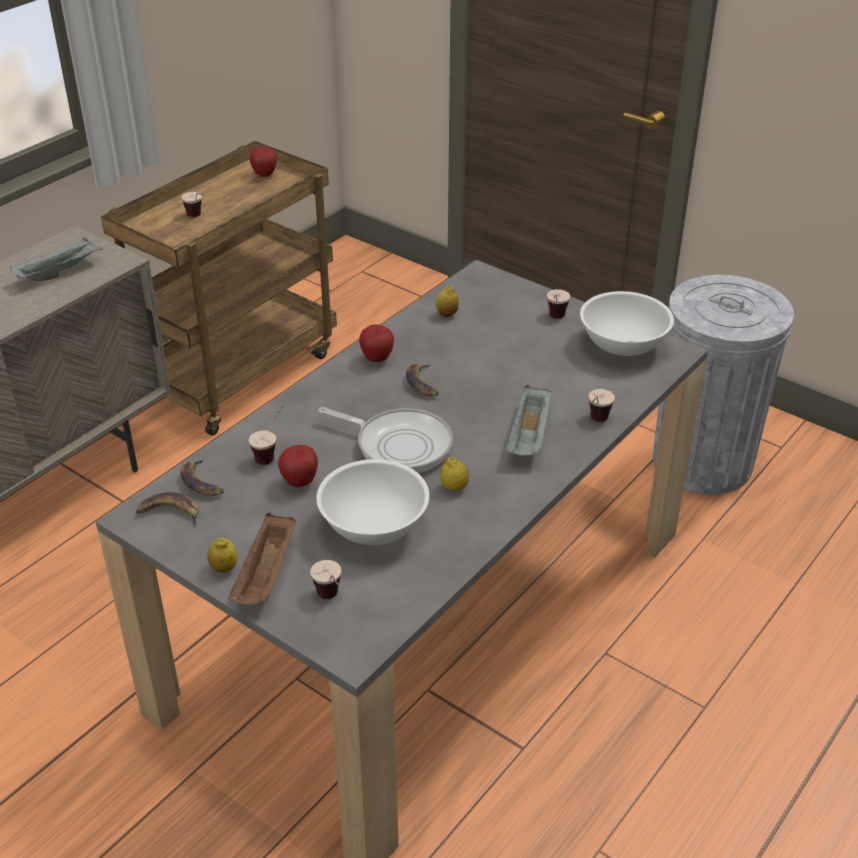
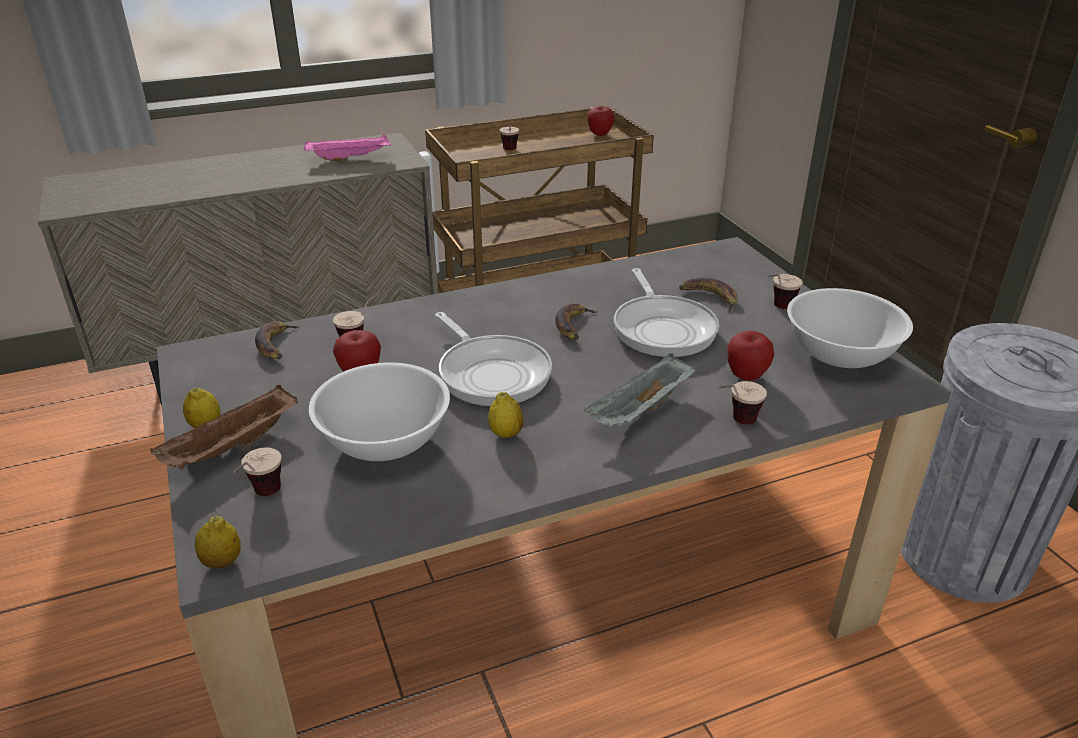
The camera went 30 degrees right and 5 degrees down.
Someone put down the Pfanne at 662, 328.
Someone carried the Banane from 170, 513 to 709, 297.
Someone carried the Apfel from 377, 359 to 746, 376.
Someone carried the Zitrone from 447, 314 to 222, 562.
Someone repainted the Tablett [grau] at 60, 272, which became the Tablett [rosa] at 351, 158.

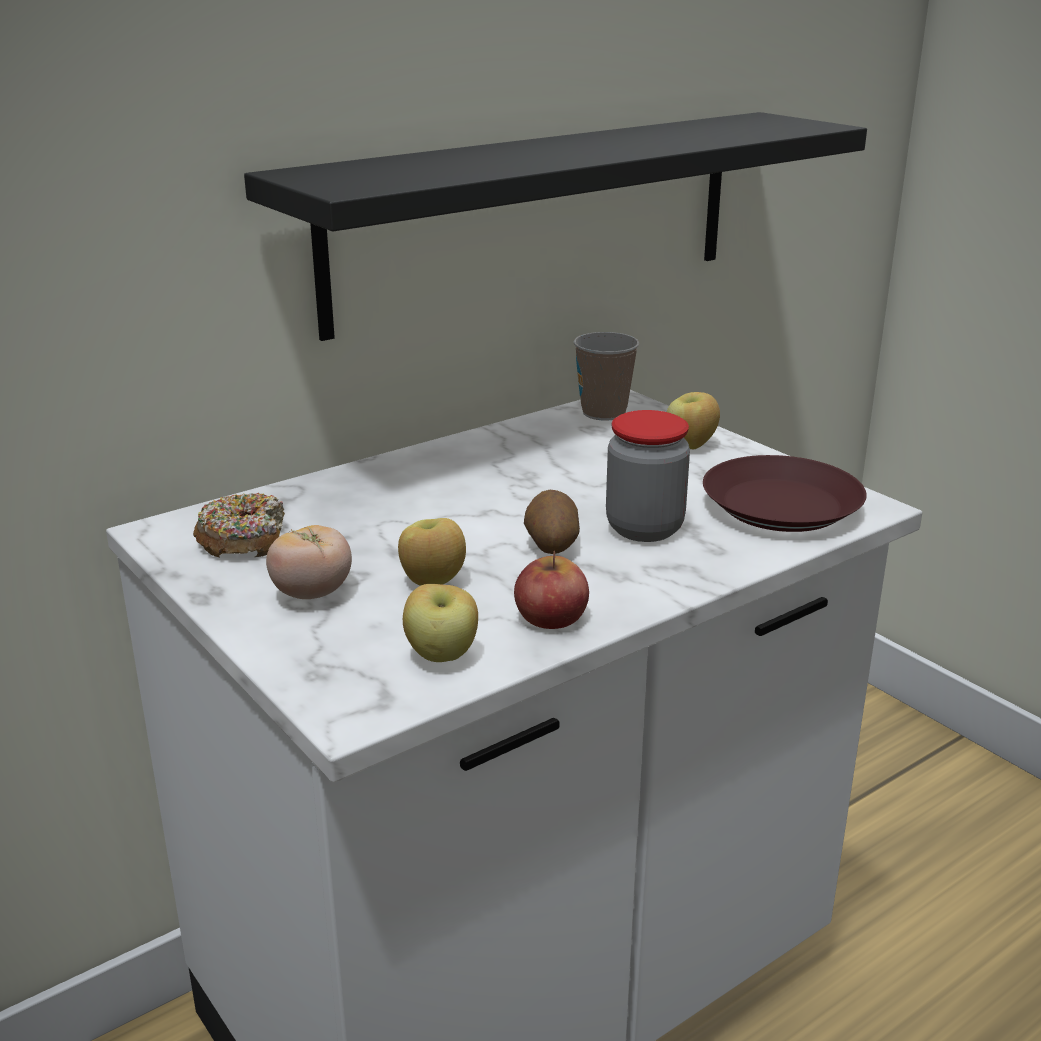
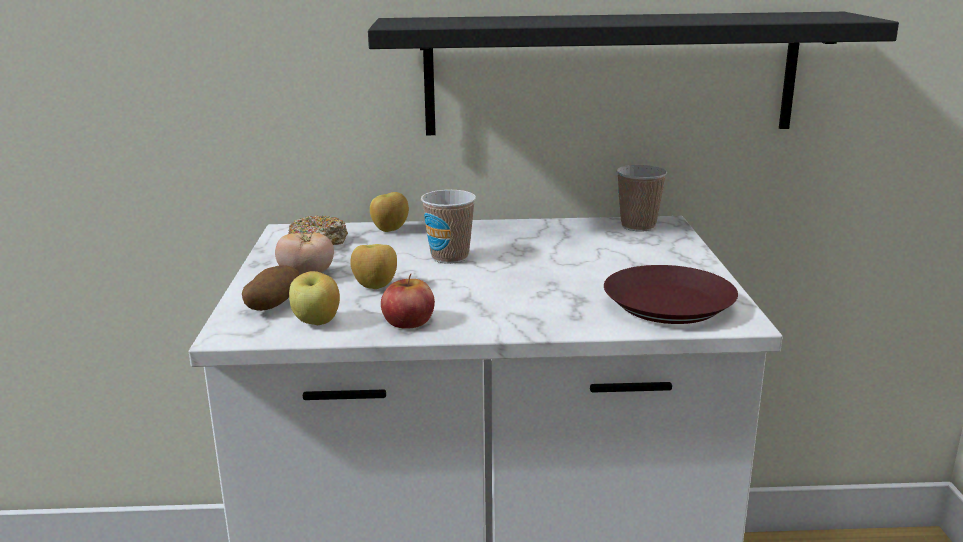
The camera went 35 degrees right and 5 degrees down.
Someone took away the Vorratsglas at 644, 528.
Someone put down the Tasse at 449, 257.
Someone carried the Kartoffel from 551, 546 to 272, 307.
Someone carried the Apfel from 691, 445 to 389, 230.

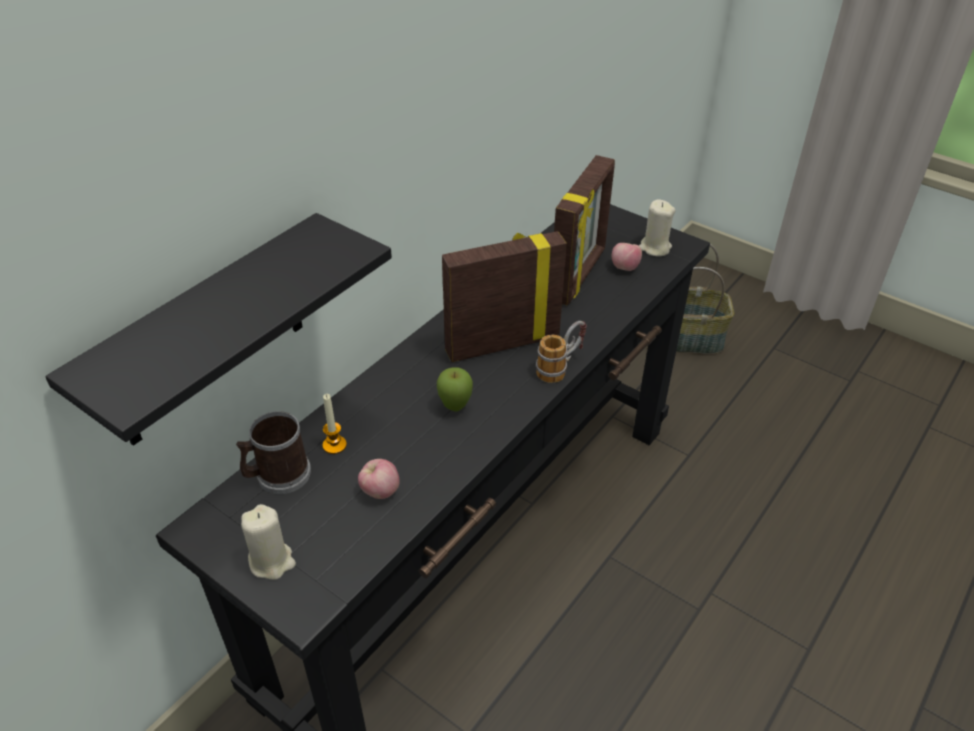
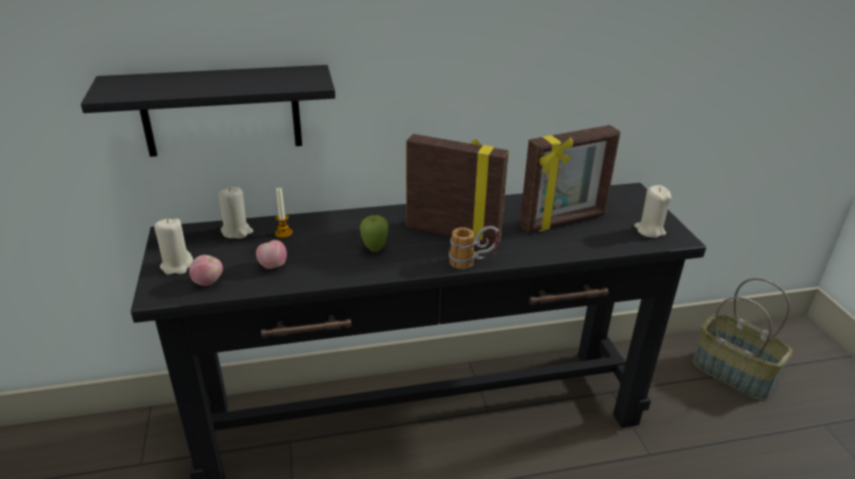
The camera went 40 degrees right and 10 degrees down.
Someone carried the Apfel from 625, 267 to 208, 282.
Someone swapped the Henkelbecher at 278, 475 for the Kerze [beige] at 237, 231.

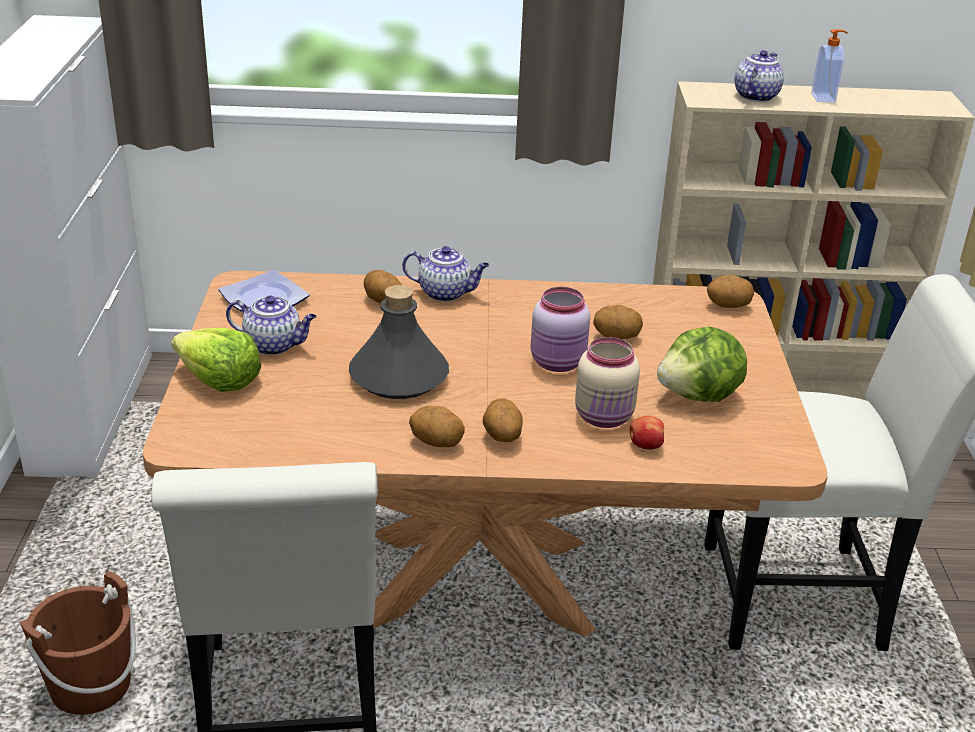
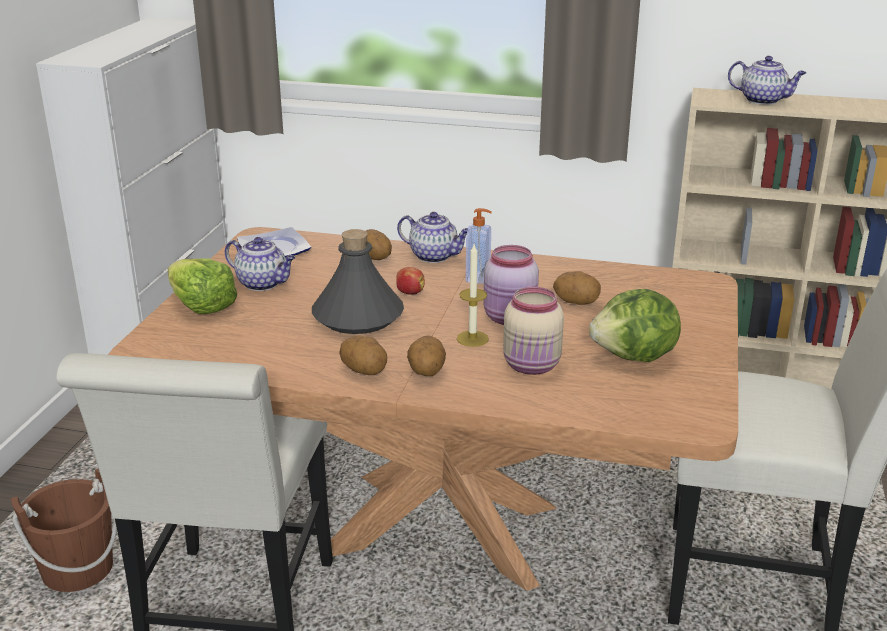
The camera went 15 degrees right and 5 degrees down.
Someone took away the Kartoffel at 728, 306.
Someone put down the Kerze at 472, 338.
Someone carried the Apfel from 645, 446 to 409, 293.
Someone carried the Seifenspender from 824, 98 to 479, 277.
Someone rotated the Teekanne at 756, 96 by 75 degrees clockwise.

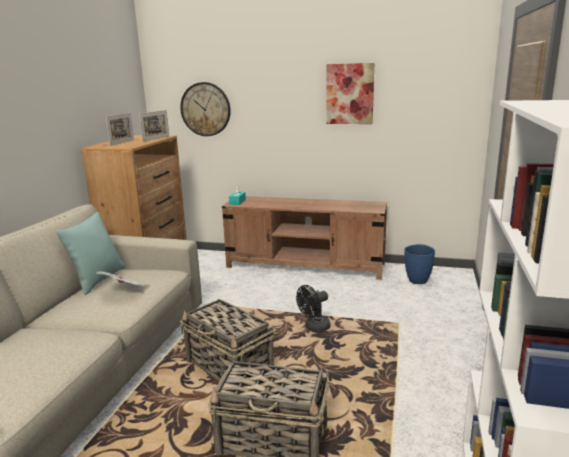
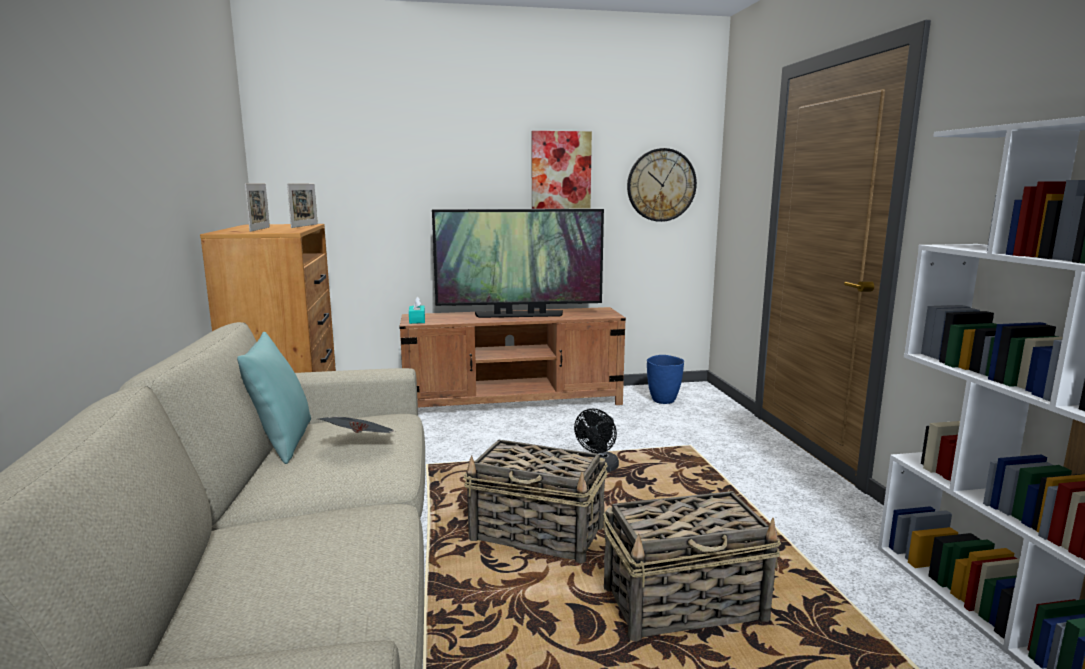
The camera went 25 degrees left and 5 degrees down.
Someone put down the Fernseher at 519, 315.
Someone carried the Wanduhr from 205, 109 to 661, 185.

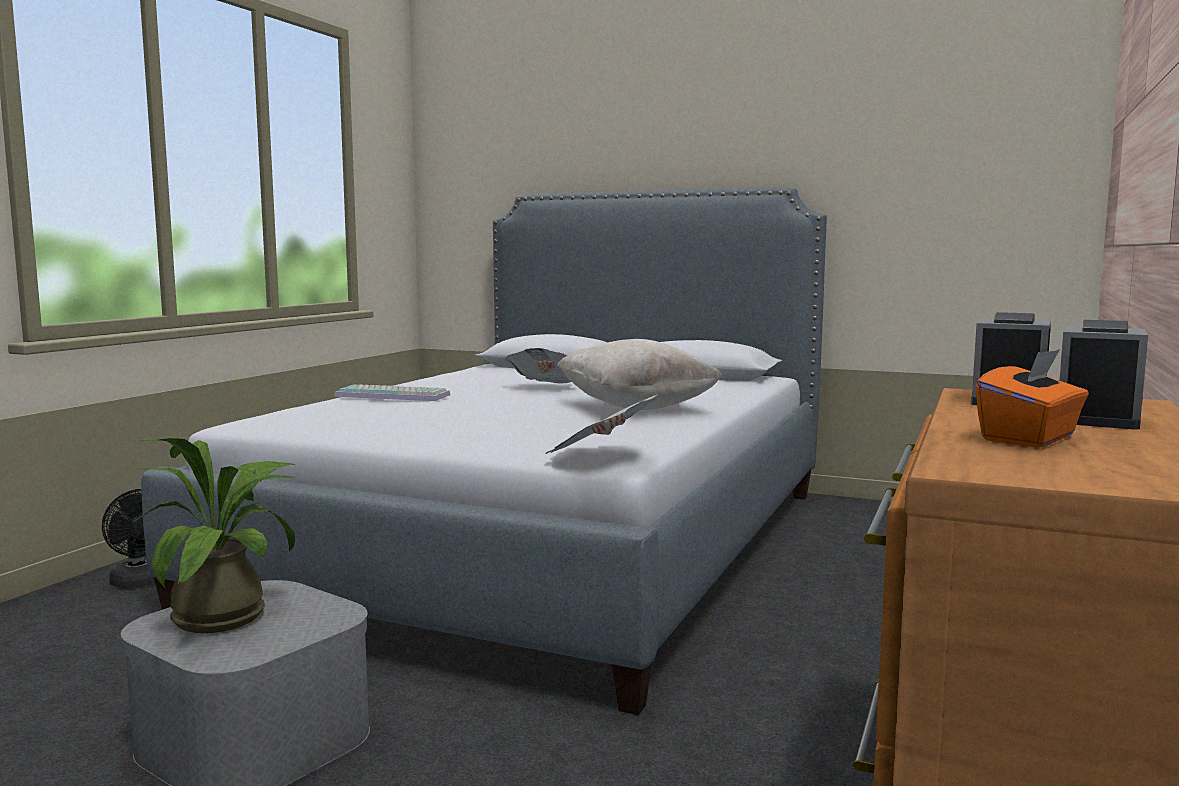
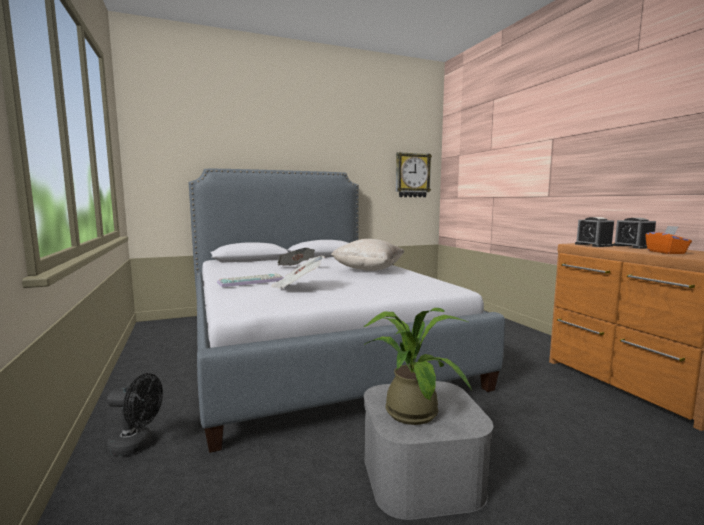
The camera went 45 degrees left and 0 degrees up.
Someone put up the Wanduhr at 412, 175.
Someone carried the Zeitung from 601, 456 to 297, 286.

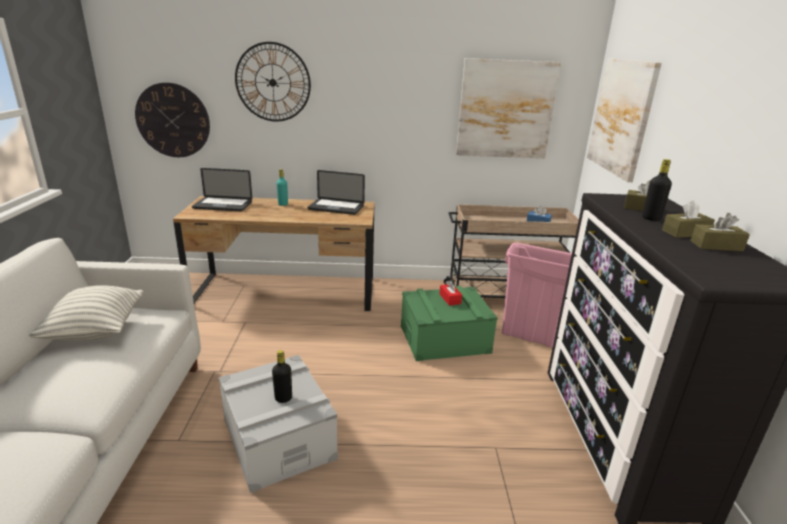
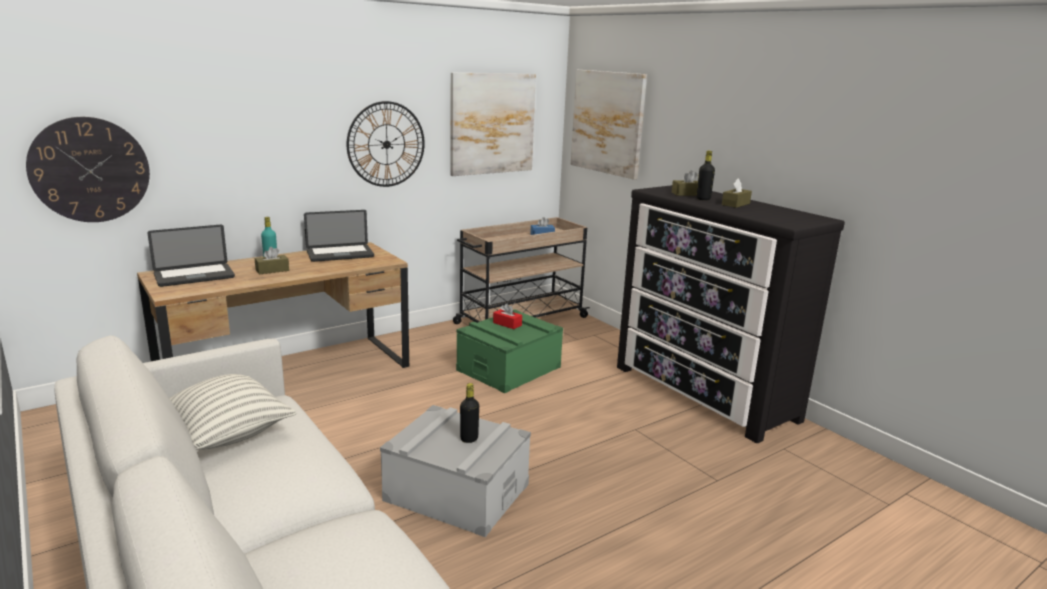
The camera went 35 degrees left and 5 degrees down.
Someone took away the Mülleimer [rosa] at 529, 336.
Someone carried the Wanduhr from 273, 82 to 386, 144.
Someone carried the Taschentuchbox [braun] from 716, 246 to 272, 270.

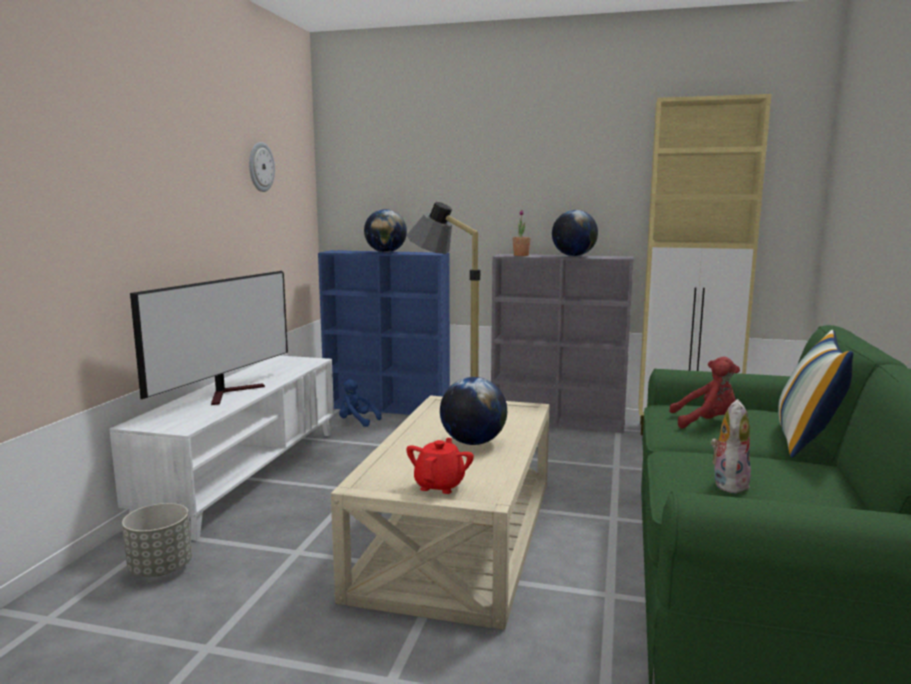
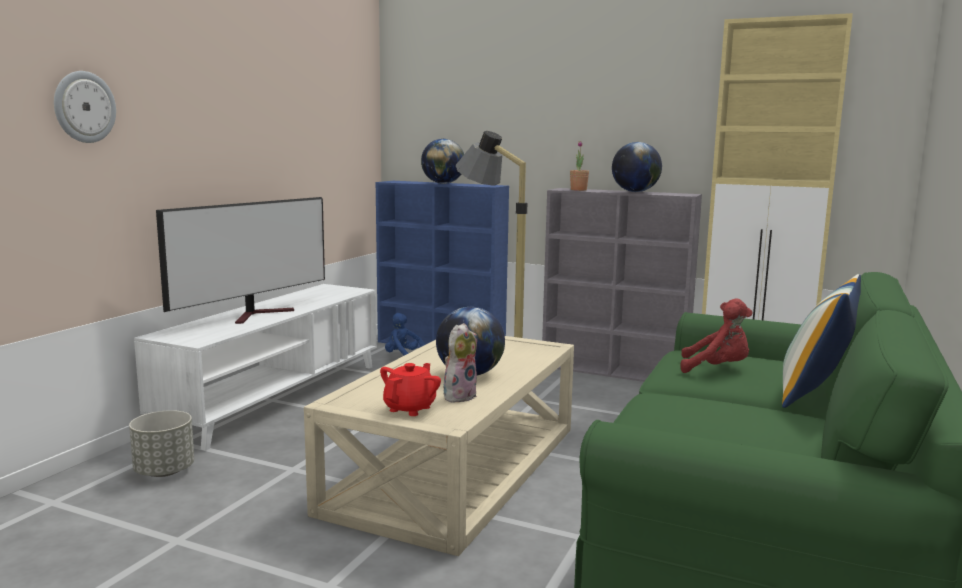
The camera went 10 degrees right and 0 degrees up.
Someone carried the Wanduhr from 260, 167 to 84, 107.
Someone carried the Plüschtier from 728, 483 to 459, 396.

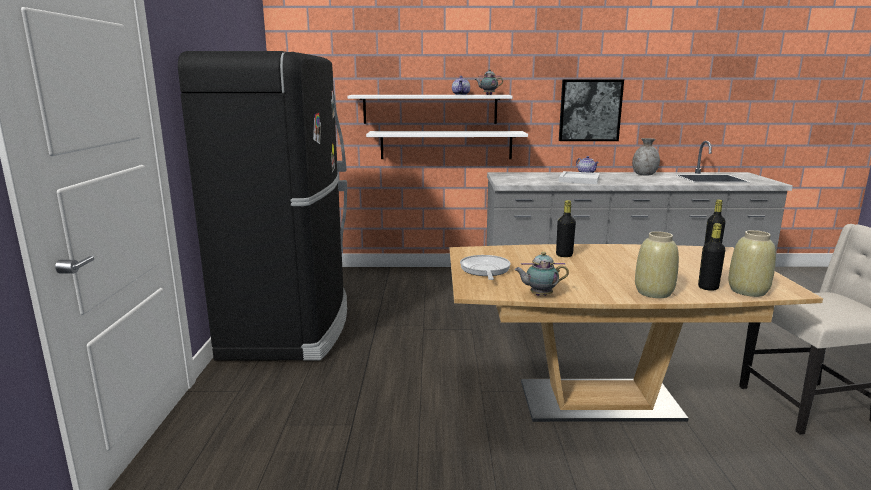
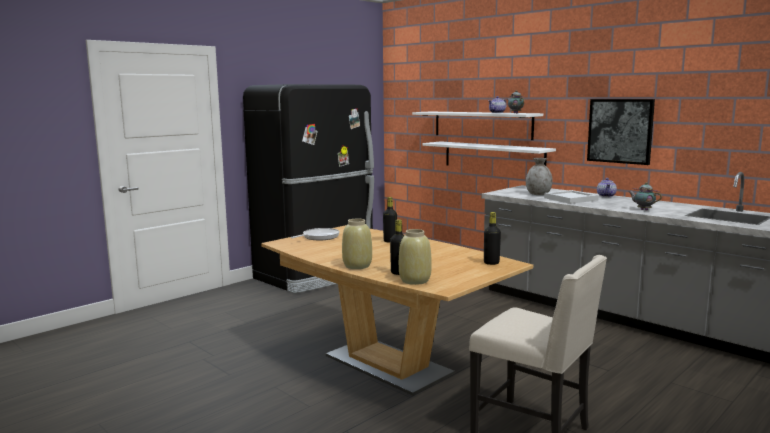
The camera went 45 degrees right and 5 degrees down.
Someone carried the Teekanne from 539, 295 to 643, 210.
Someone carried the Vase [grau] from 644, 174 to 538, 194.

